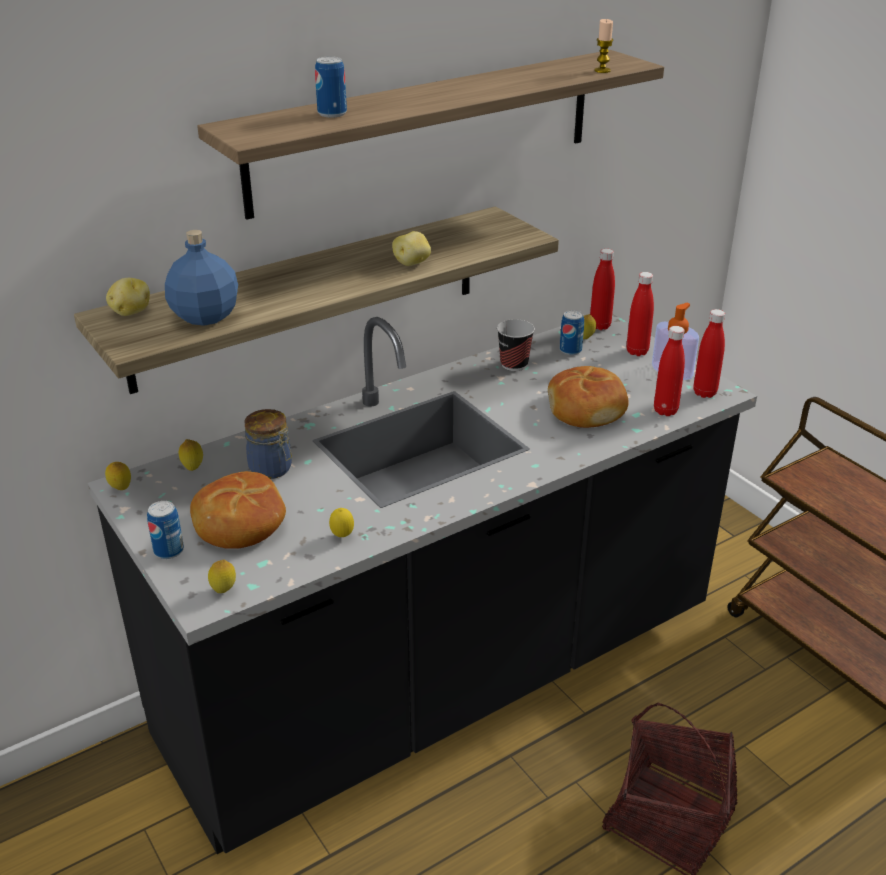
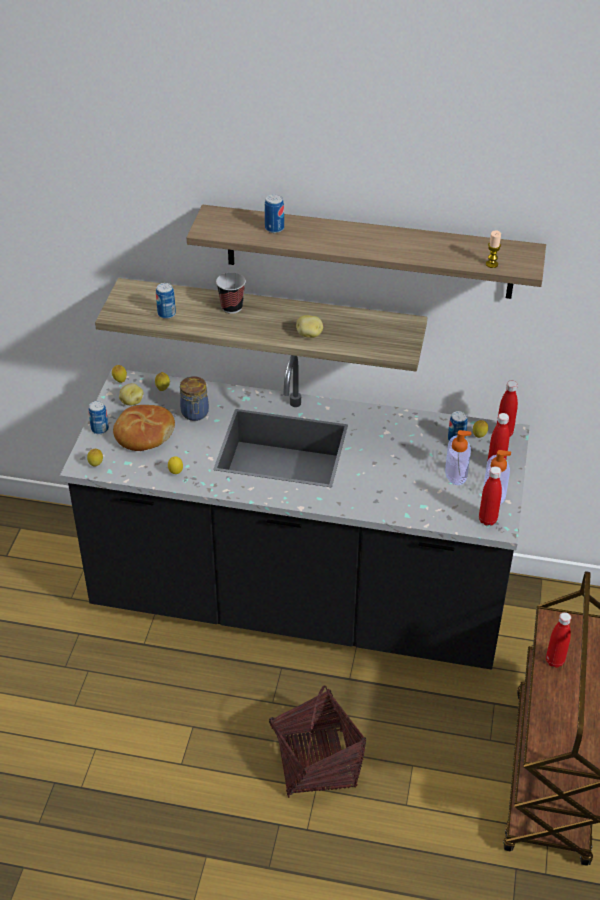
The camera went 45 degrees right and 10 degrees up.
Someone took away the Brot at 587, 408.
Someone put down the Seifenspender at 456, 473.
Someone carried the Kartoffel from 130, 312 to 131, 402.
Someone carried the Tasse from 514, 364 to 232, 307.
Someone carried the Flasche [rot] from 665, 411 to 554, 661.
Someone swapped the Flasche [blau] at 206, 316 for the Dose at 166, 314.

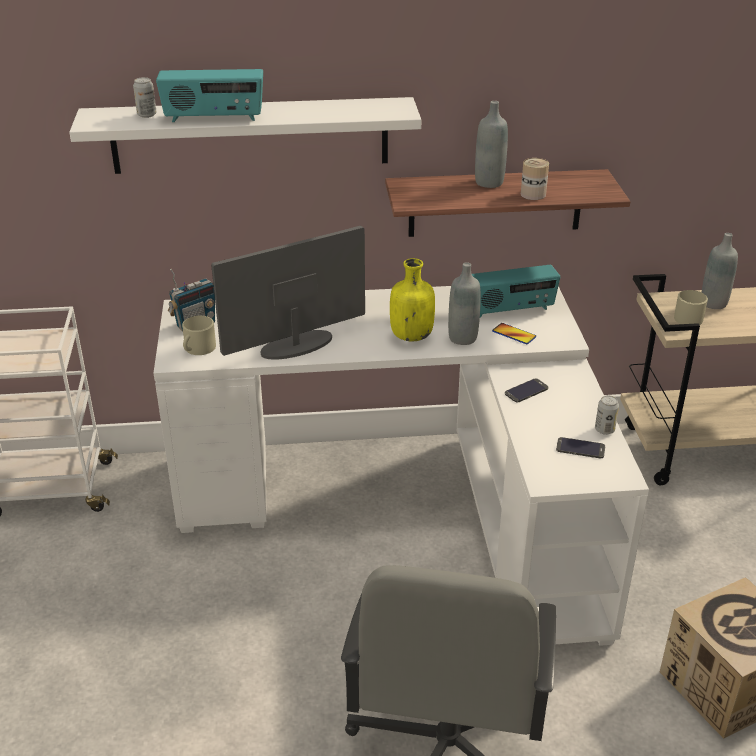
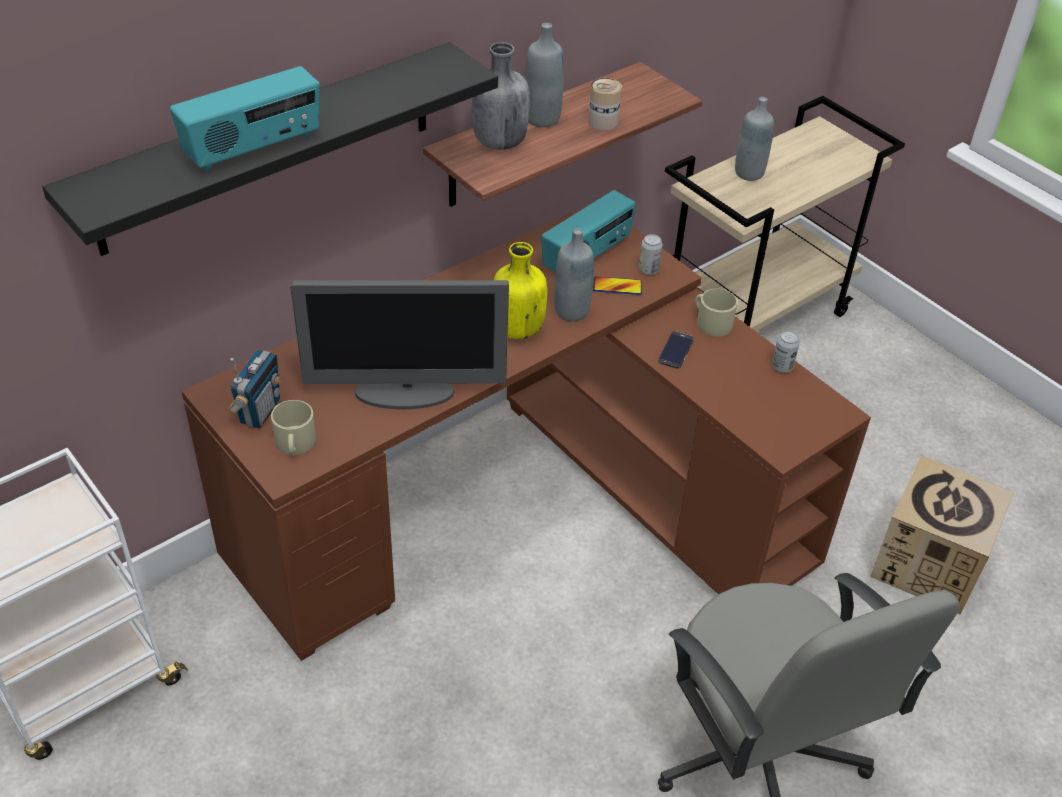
The camera went 35 degrees left and 10 degrees up.
Someone took away the Handy at 580, 448.
Someone put down the Flasche [grau] at 498, 142.
Someone carried the Dose from 147, 115 to 648, 270.
Someone carried the Henkelbecher [beige] from 686, 317 to 710, 322.
Someone repainted the Wandregal [weiß] at 250, 135, which became the Wandregal [schwarz] at 268, 148.
Someone repainted the Schreibtisch [weiß] at 412, 505, which became the Schreibtisch [braun] at 524, 507.
Someone rotated the Monitor at 296, 346 by 120 degrees counterclockwise.

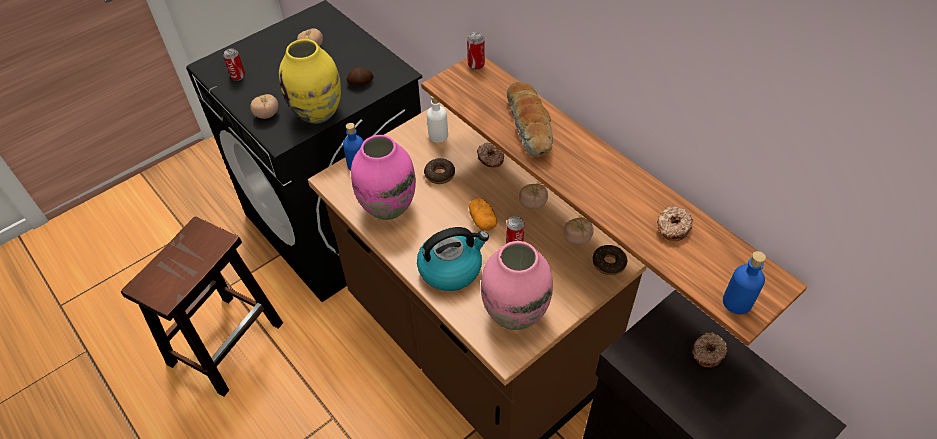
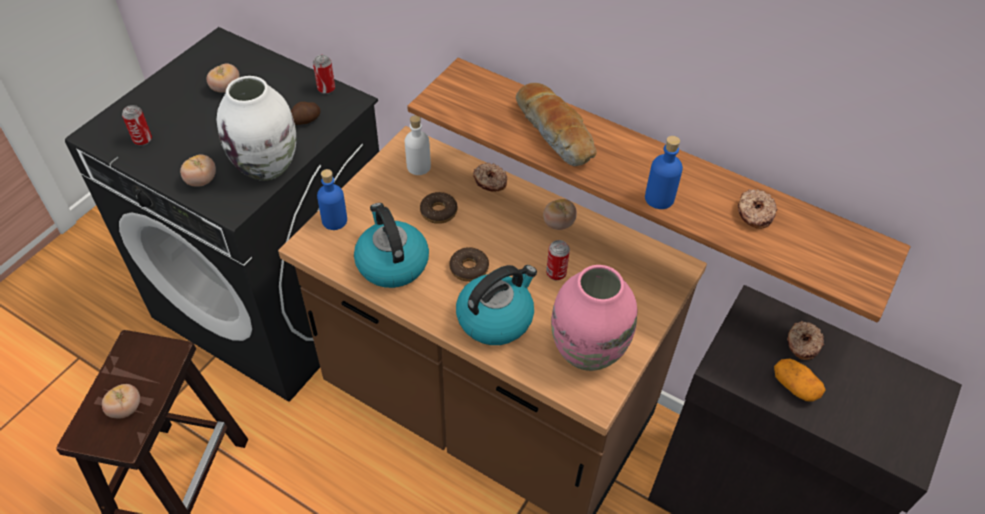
The camera went 20 degrees left and 0 degrees up.
Someone carried the Dose from 476, 65 to 326, 89.
Someone carried the Kartoffel from 482, 220 to 794, 386.
Someone carried the Tomate from 577, 239 to 126, 409.
Someone carried the Donut from 609, 263 to 469, 268.
Someone carried the Flasche [blau] from 737, 302 to 659, 198.
Someone swapped the Vase [rosa] at 387, 207 for the Wasserkessel at 391, 263.
Someone repainted the Vase [gelb] at 318, 113, which became the Vase [weiß] at 267, 166.

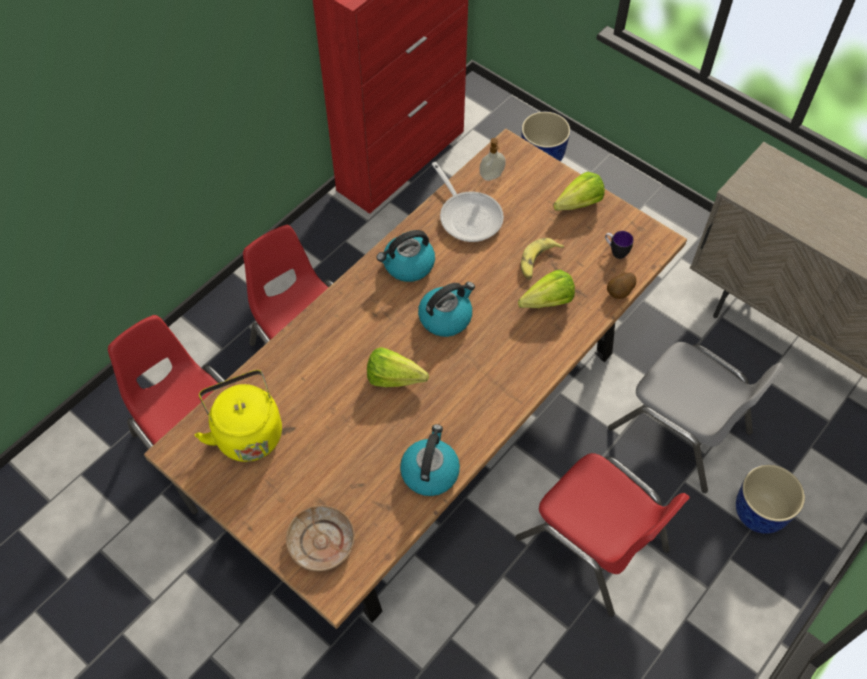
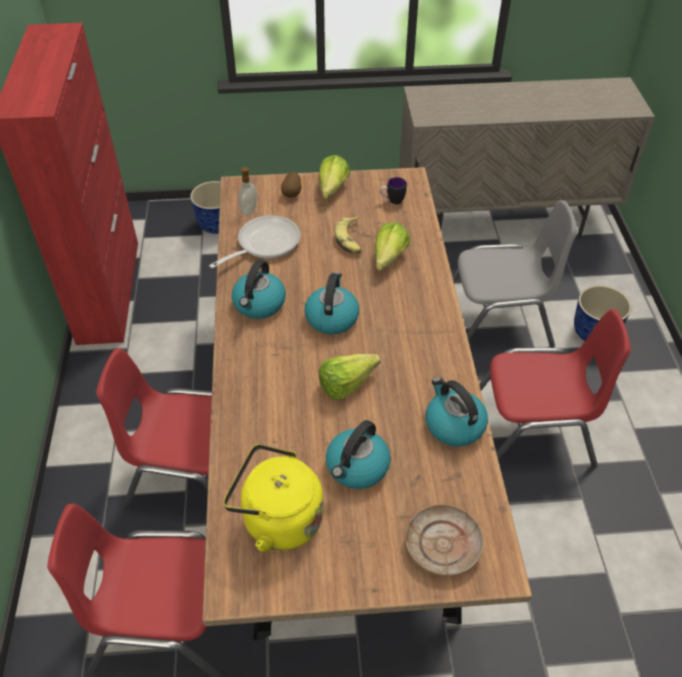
The camera went 45 degrees left and 10 degrees down.
Someone put down the Wasserkessel at 357, 467.
Someone carried the Kartoffel from 620, 293 to 292, 194.
Someone rotated the Pfanne at 468, 216 by 60 degrees counterclockwise.

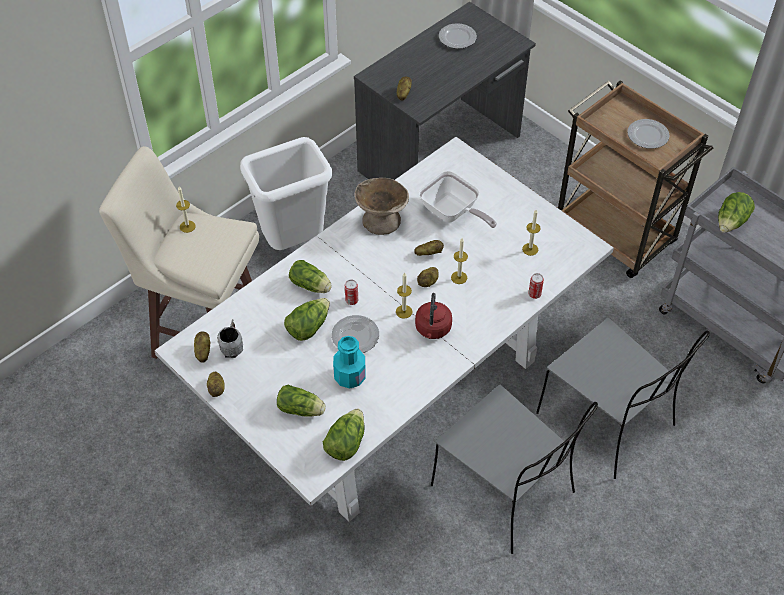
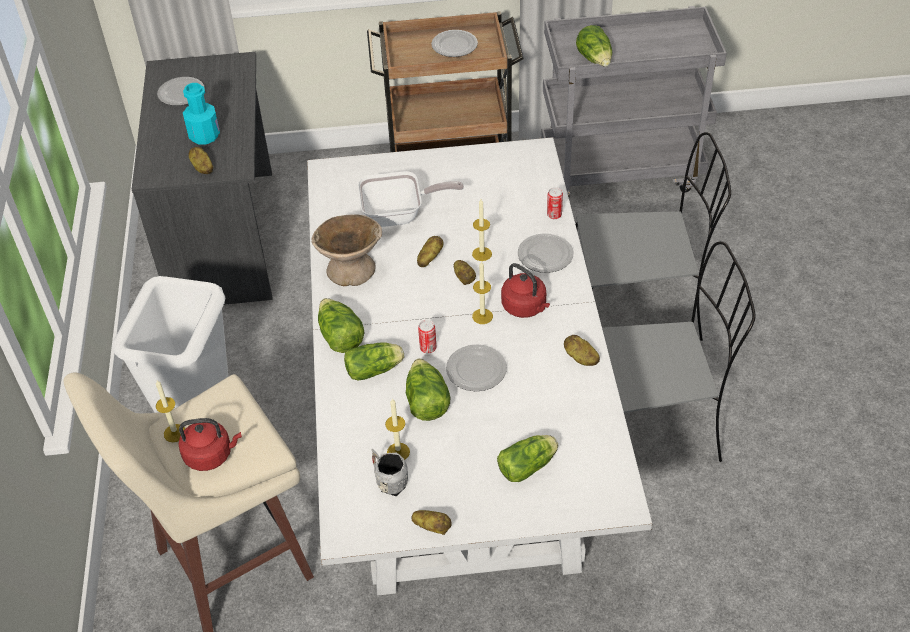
The camera went 50 degrees left and 5 degrees down.
Someone put down the Wasserkessel [rot] at 211, 455.
Someone put down the Teller at 544, 255.
Someone carried the Kartoffel from 202, 351 to 580, 358.
Someone carried the Salatkopf from 345, 442 to 340, 336.
Someone carried the Flasche [türkis] from 350, 376 to 204, 135.
Someone carried the Kerze from 530, 249 to 398, 452.

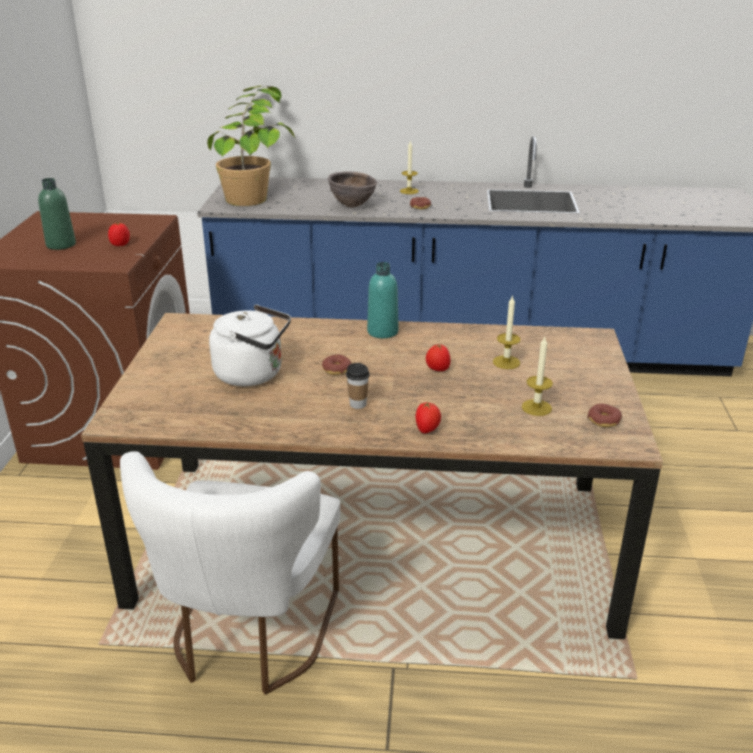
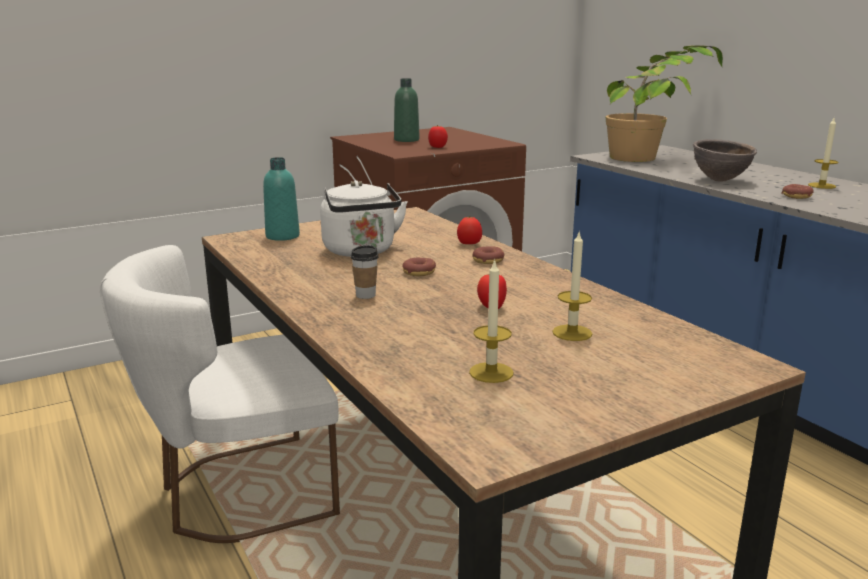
The camera went 55 degrees right and 10 degrees down.
Someone carried the Flasche [türkis] from 382, 332 to 282, 236.
Someone carried the Tomate from 427, 430 to 469, 244.
Someone carried the Donut from 604, 420 to 488, 260.

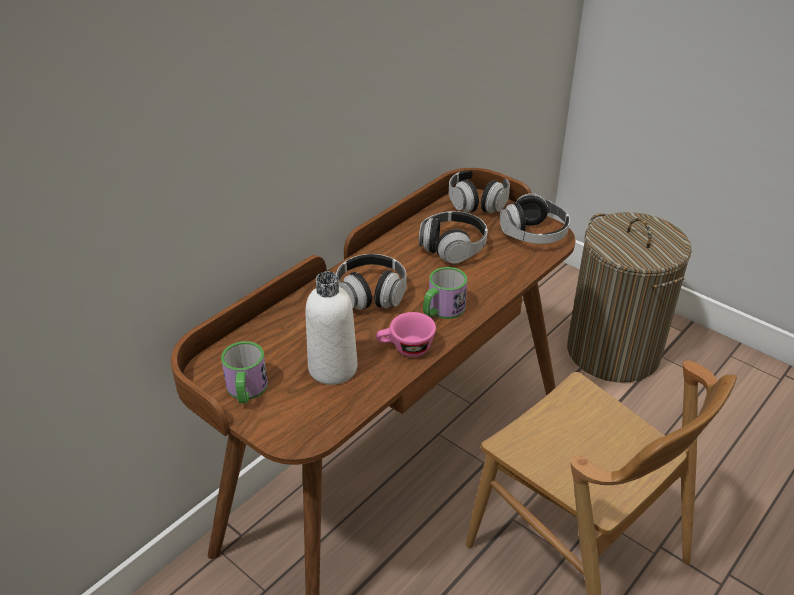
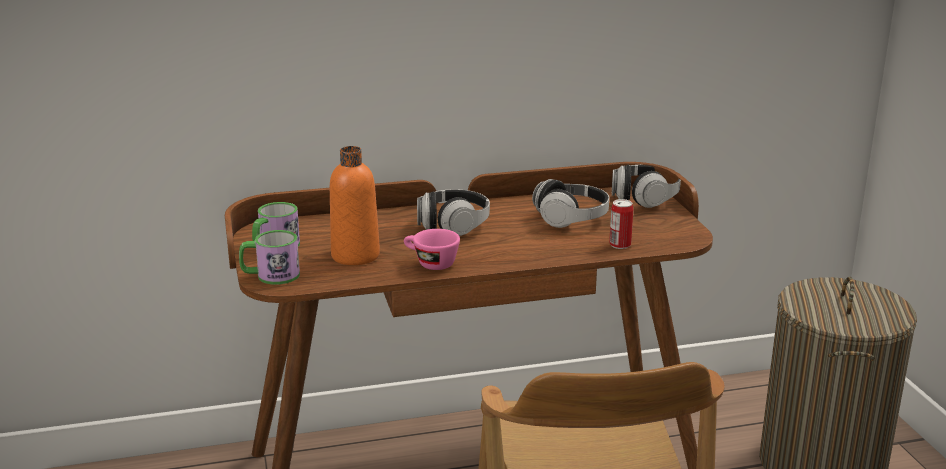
The camera went 35 degrees right and 15 degrees down.
Someone took away the Kopfhörer at 534, 235.
Someone put down the Dose at 620, 245.
Someone carried the Henkelbecher from 442, 310 to 270, 276.
Someone repainted the Flasche [weiß] at 333, 368, which became the Flasche [orange] at 355, 256.

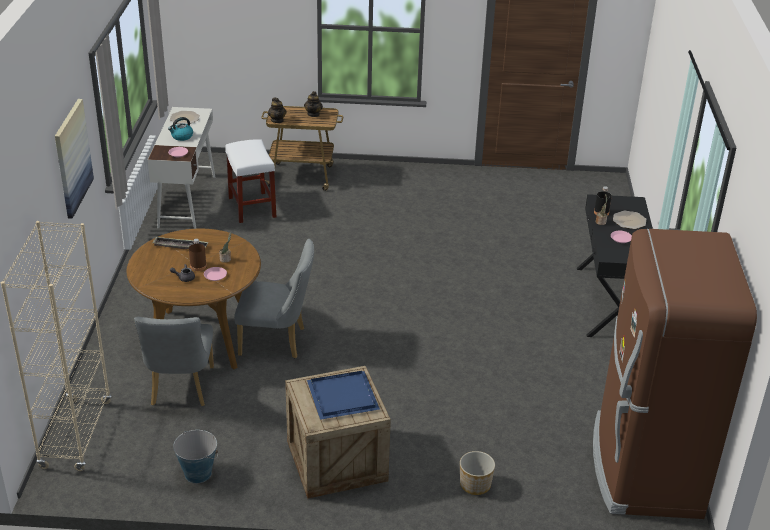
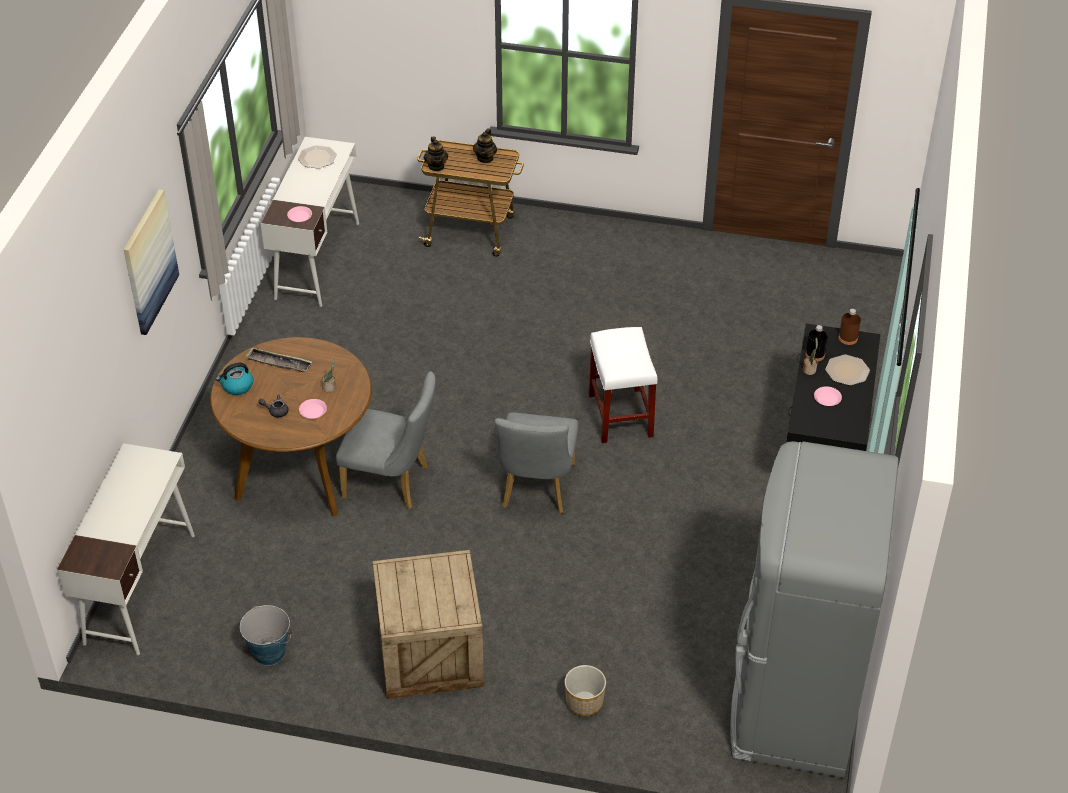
The camera went 10 degrees right and 10 degrees up.
Someone took away the Tablett [blau] at 344, 397.
Someone carried the Stuhl [grau] from 180, 390 to 536, 490.
Someone carried the Wasserkessel from 181, 136 to 237, 386.
Someone carried the Flasche [braun] from 198, 266 to 848, 338.
Someone carried the Hocker [weiß] from 252, 207 to 621, 416.
Someone swapped the Bücherregal [beige] at 76, 434 for the Schreibtisch [weiß] at 140, 587.
Someone repainted the Kühlschrank [braun] at 644, 468, which became the Kühlschrank [grau] at 793, 702.

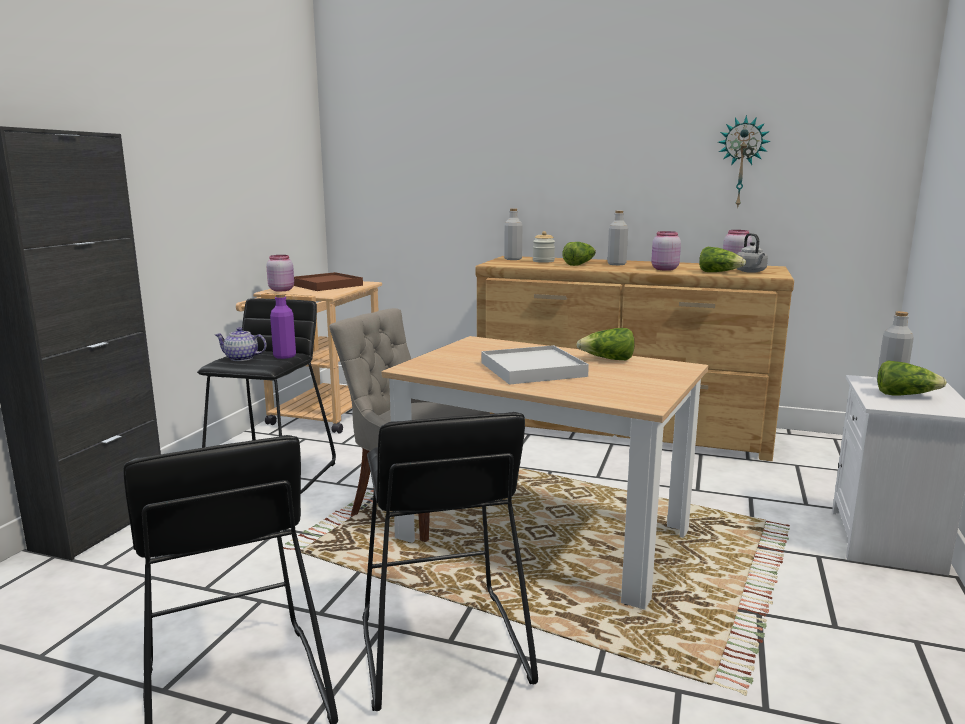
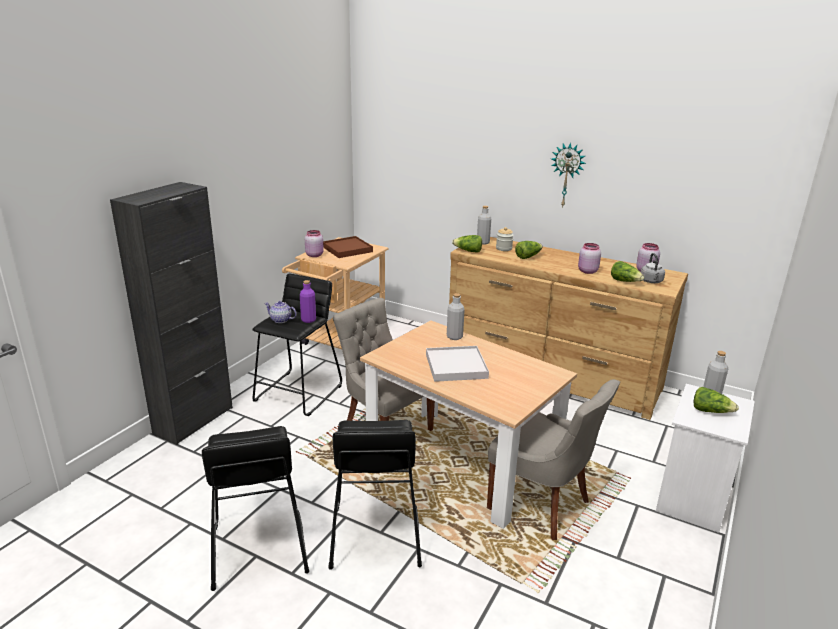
The camera went 10 degrees right and 10 degrees up.
Someone put down the Stuhl [grau] at 541, 505.
Someone carried the Salatkopf from 607, 359 to 468, 251.
Someone carried the Flasche [grau] from 616, 264 to 454, 337.
Someone carried the Wanduhr from 741, 162 to 567, 175.

